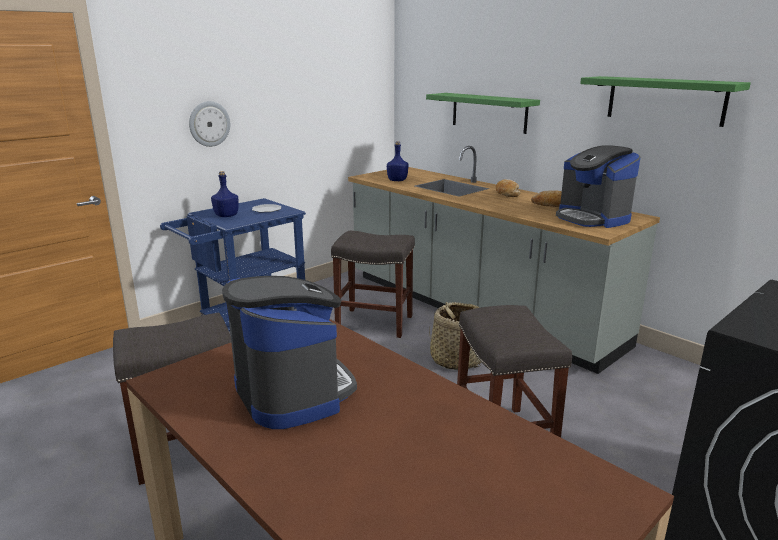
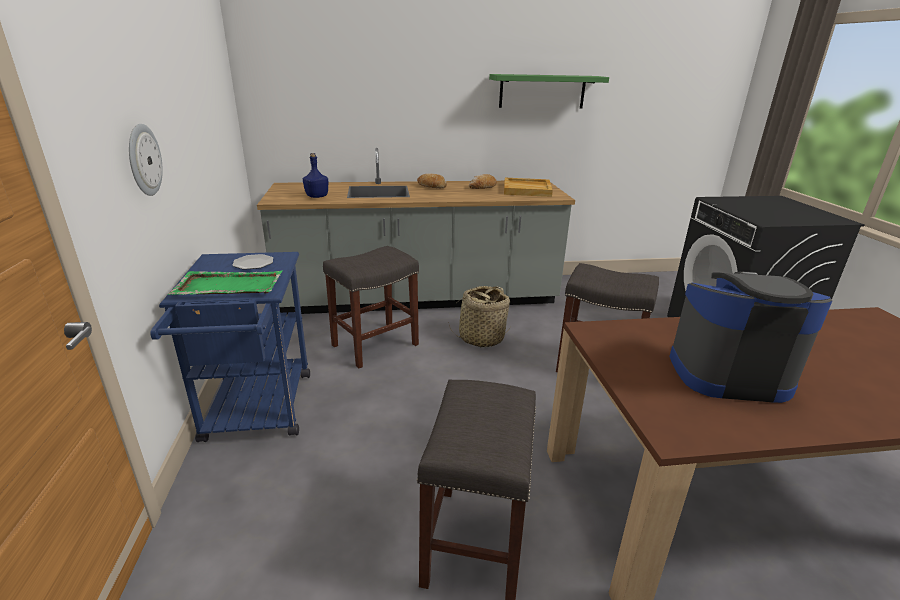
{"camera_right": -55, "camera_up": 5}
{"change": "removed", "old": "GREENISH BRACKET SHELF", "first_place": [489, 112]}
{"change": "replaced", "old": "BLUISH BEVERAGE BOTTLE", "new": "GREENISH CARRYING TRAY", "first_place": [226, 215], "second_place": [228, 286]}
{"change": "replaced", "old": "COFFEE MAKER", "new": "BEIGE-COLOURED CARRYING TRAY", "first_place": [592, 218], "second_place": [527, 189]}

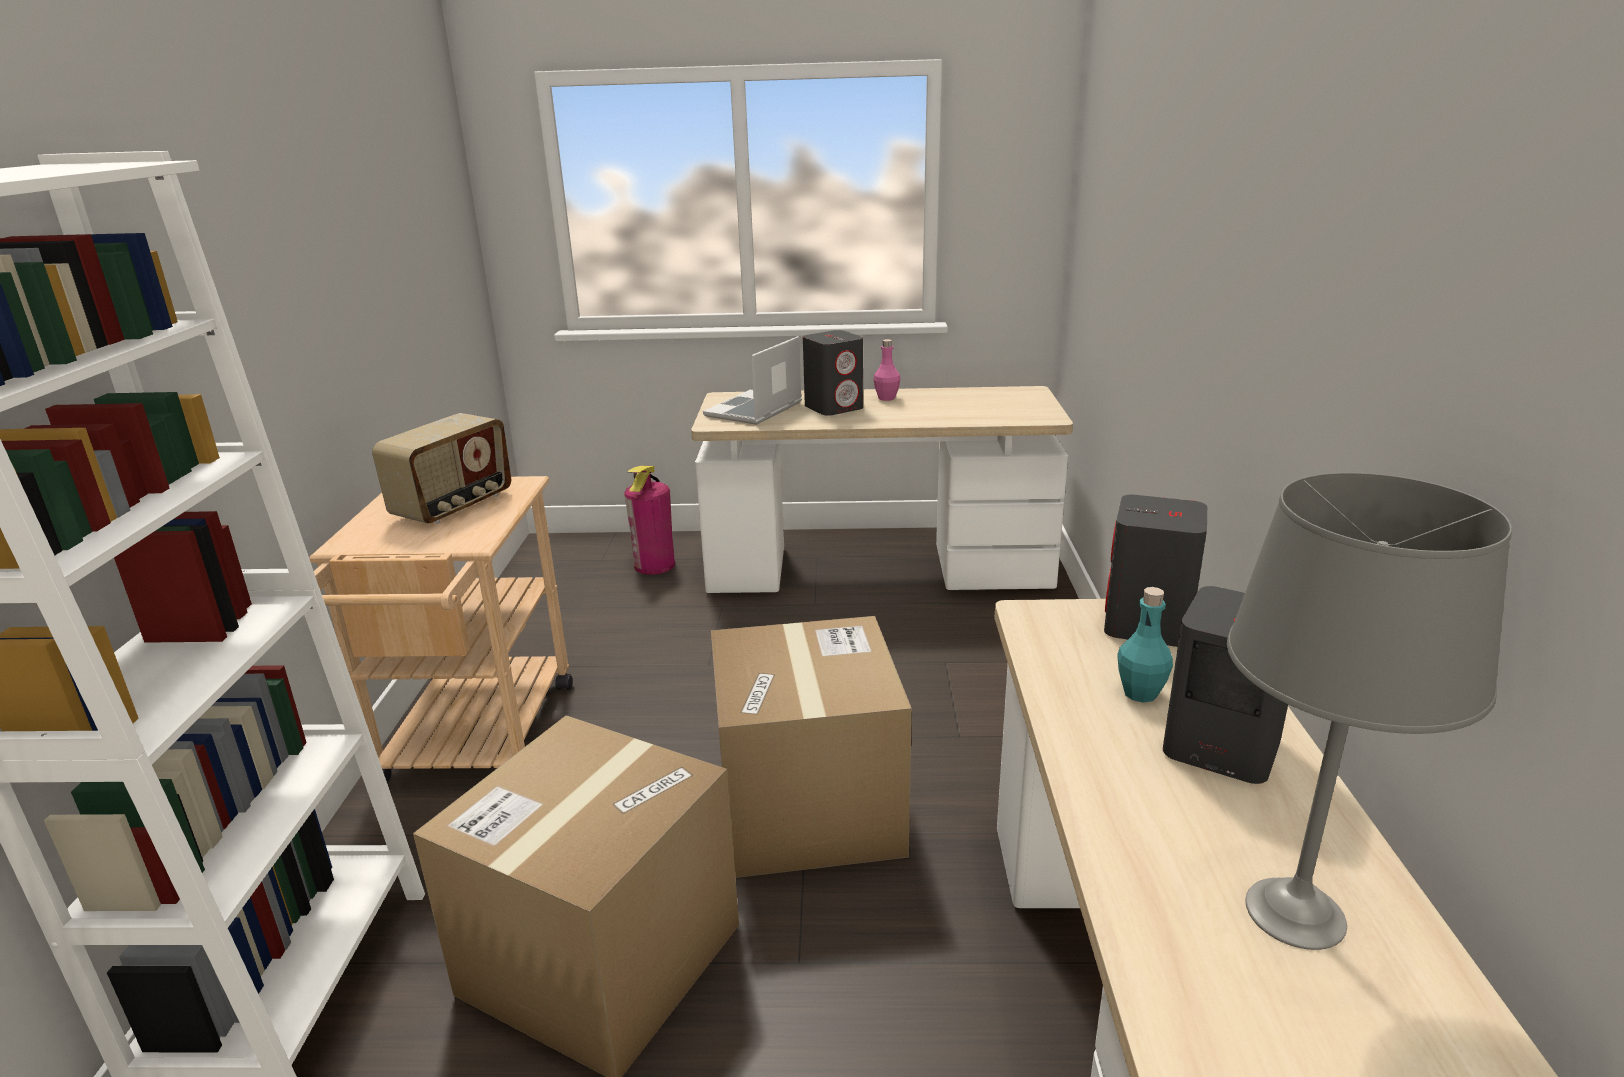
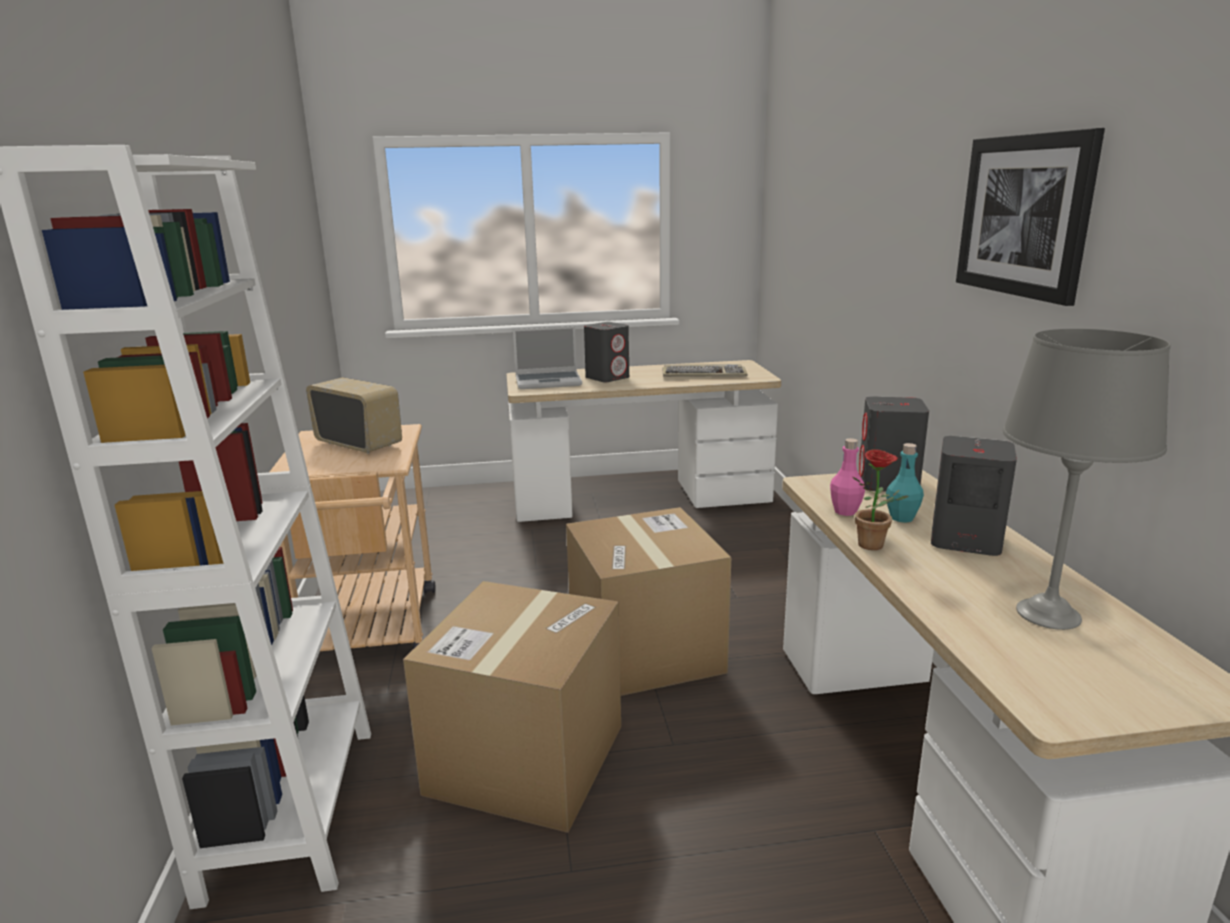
{"camera_right": -10, "camera_up": -5}
{"change": "removed", "old": "FIRE-FIGHTING CYLINDER", "first_place": [655, 565]}
{"change": "added", "new": "KEYBOARD", "second_place": [704, 374]}
{"change": "added", "new": "HOUSEPLANT", "second_place": [875, 546]}
{"change": "added", "new": "WALL PICTURE", "second_place": [1024, 215]}
{"change": "moved", "old": "PINK BEVERAGE BOTTLE", "first_place": [886, 398], "second_place": [845, 511]}
{"change": "turned", "old": "RADIO", "first_place": [454, 506], "second_place": [359, 444], "degrees": -75}
{"change": "turned", "old": "LAPTOP", "first_place": [754, 410], "second_place": [549, 381], "degrees": -120}

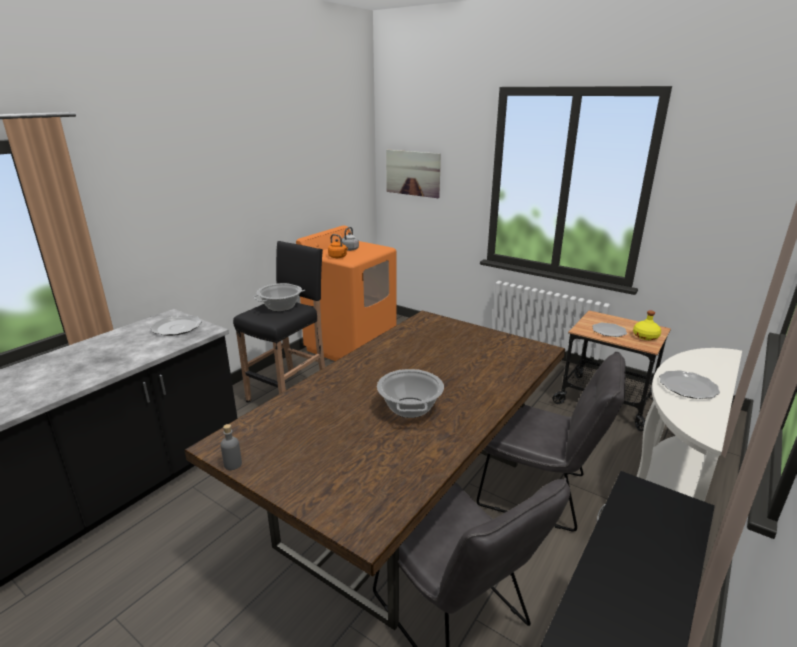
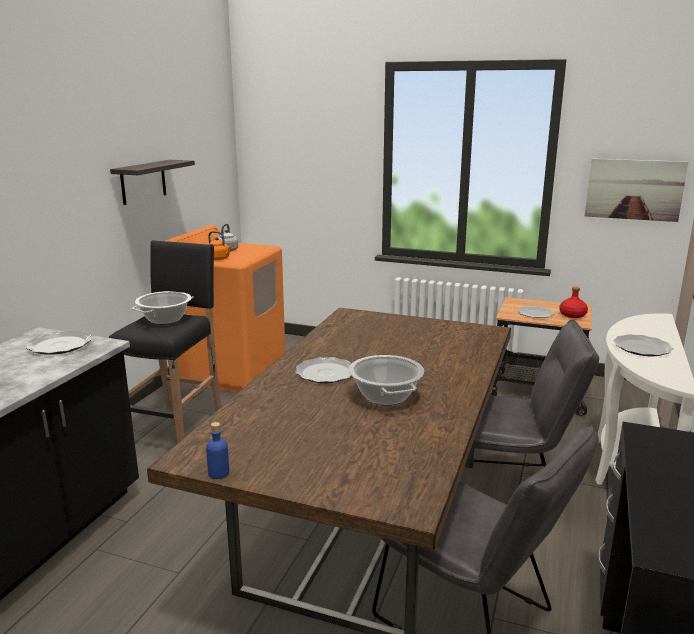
{"camera_right": -15, "camera_up": -5}
{"change": "added", "new": "BRACKET SHELF", "second_place": [143, 182]}
{"change": "added", "new": "FLAT DISH", "second_place": [326, 373]}
{"change": "moved", "old": "WALL PICTURE", "first_place": [413, 173], "second_place": [634, 189]}
{"change": "recoloured", "old": "GREY BEVERAGE BOTTLE", "new": "BLUISH BEVERAGE BOTTLE", "first_place": [233, 464], "second_place": [218, 473]}
{"change": "recoloured", "old": "YELLOWISH BEVERAGE BOTTLE", "new": "REDDISH BEVERAGE BOTTLE", "first_place": [645, 336], "second_place": [572, 315]}

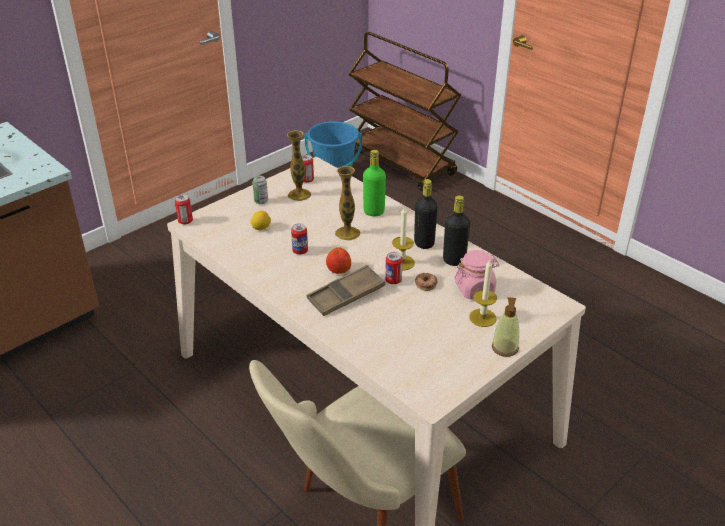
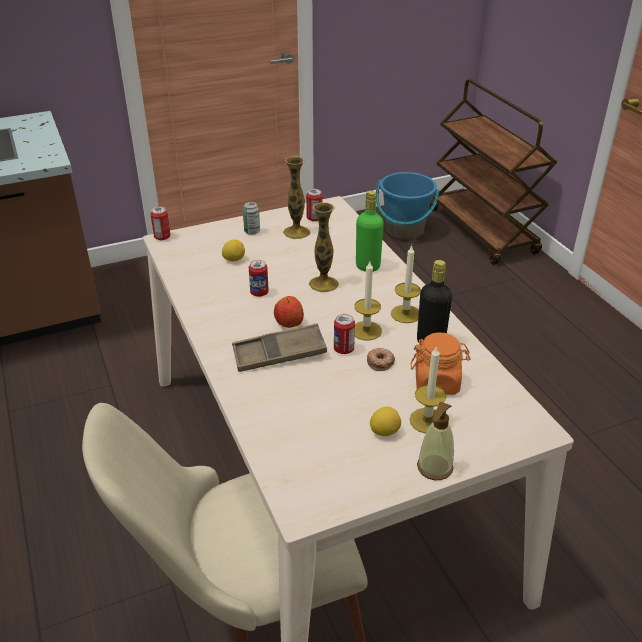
{"camera_right": 20, "camera_up": 0}
{"change": "added", "new": "CITRUS FRUIT", "second_place": [384, 431]}
{"change": "replaced", "old": "BLACK BEVERAGE BOTTLE", "new": "CANDLE", "first_place": [424, 243], "second_place": [405, 314]}
{"change": "recoloured", "old": "PINK JAR", "new": "ORANGEY JAR", "first_place": [475, 289], "second_place": [437, 382]}

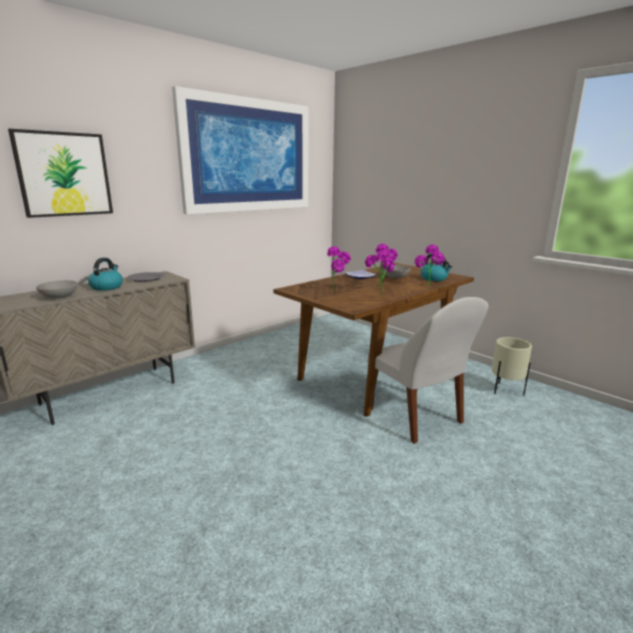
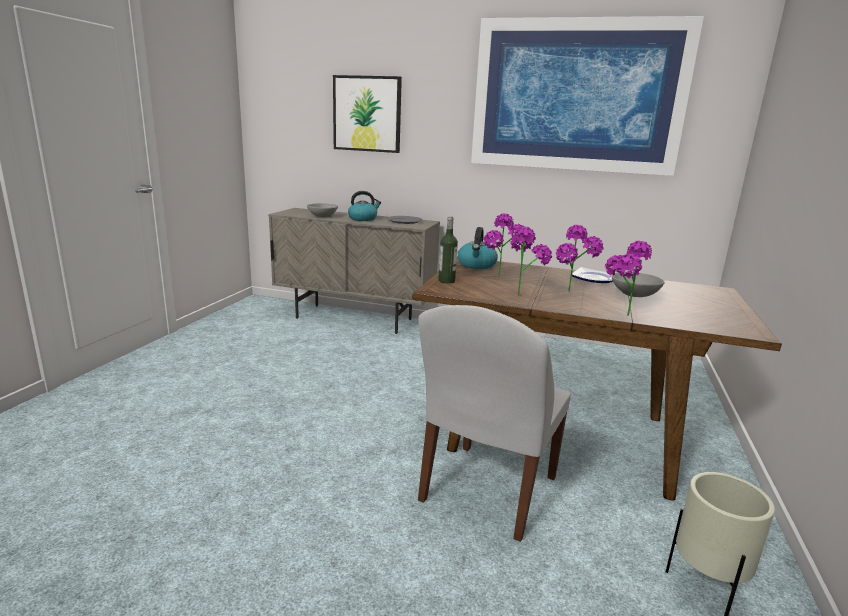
{"camera_right": 60, "camera_up": 0}
{"change": "added", "new": "BEVERAGE BOTTLE", "second_place": [446, 281]}
{"change": "moved", "old": "KETTLE", "first_place": [434, 278], "second_place": [477, 265]}

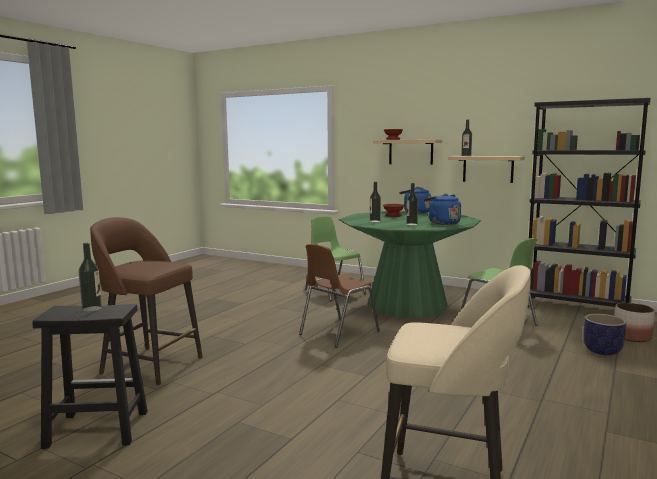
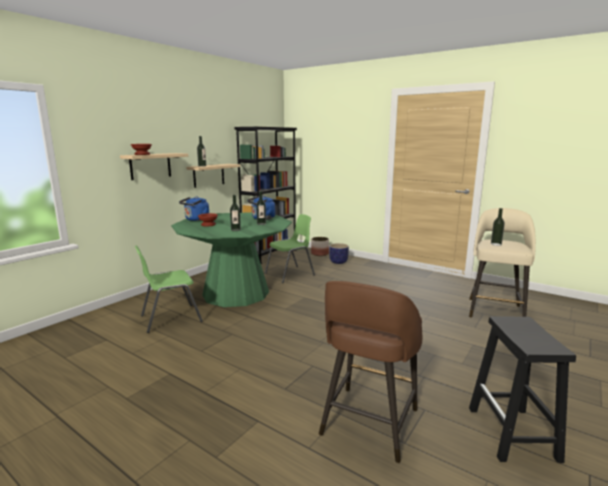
{"camera_right": -85, "camera_up": 5}
{"change": "removed", "old": "BROWNISH PLAIN CHAIR", "first_place": [337, 333]}
{"change": "moved", "old": "BEVERAGE BOTTLE", "first_place": [92, 309], "second_place": [496, 244]}

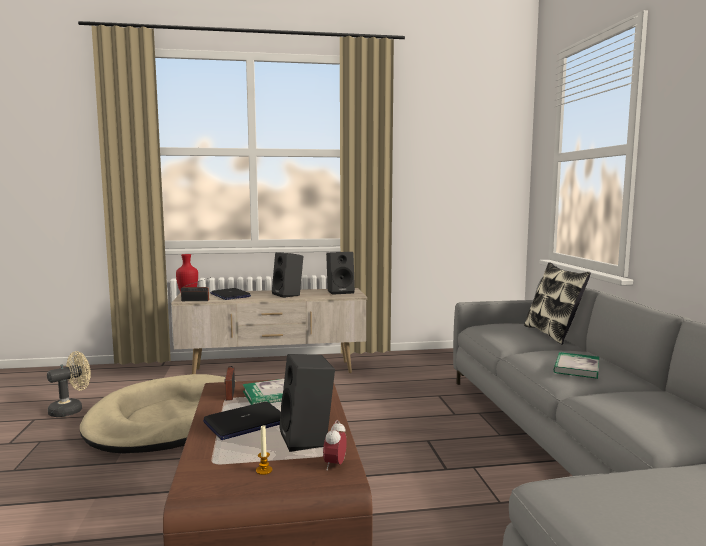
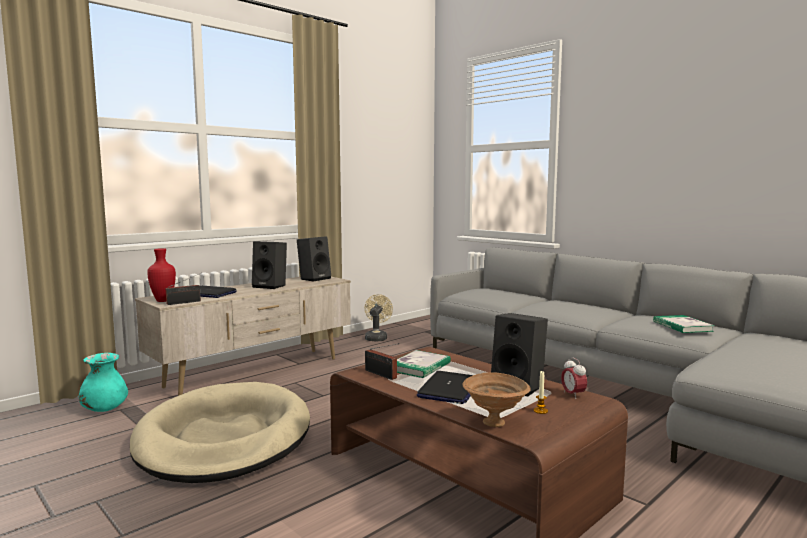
{"camera_right": -35, "camera_up": 0}
{"change": "removed", "old": "PILLOW", "first_place": [552, 334]}
{"change": "added", "new": "BLUE-GREEN FLOWER VASE", "second_place": [104, 409]}
{"change": "added", "new": "BROWNISH SERVING BOWL", "second_place": [495, 423]}
{"change": "moved", "old": "BEIGE-COLOURED COOLING FAN", "first_place": [71, 410], "second_place": [377, 337]}
{"change": "moved", "old": "VOLUME", "first_place": [576, 367], "second_place": [682, 326]}

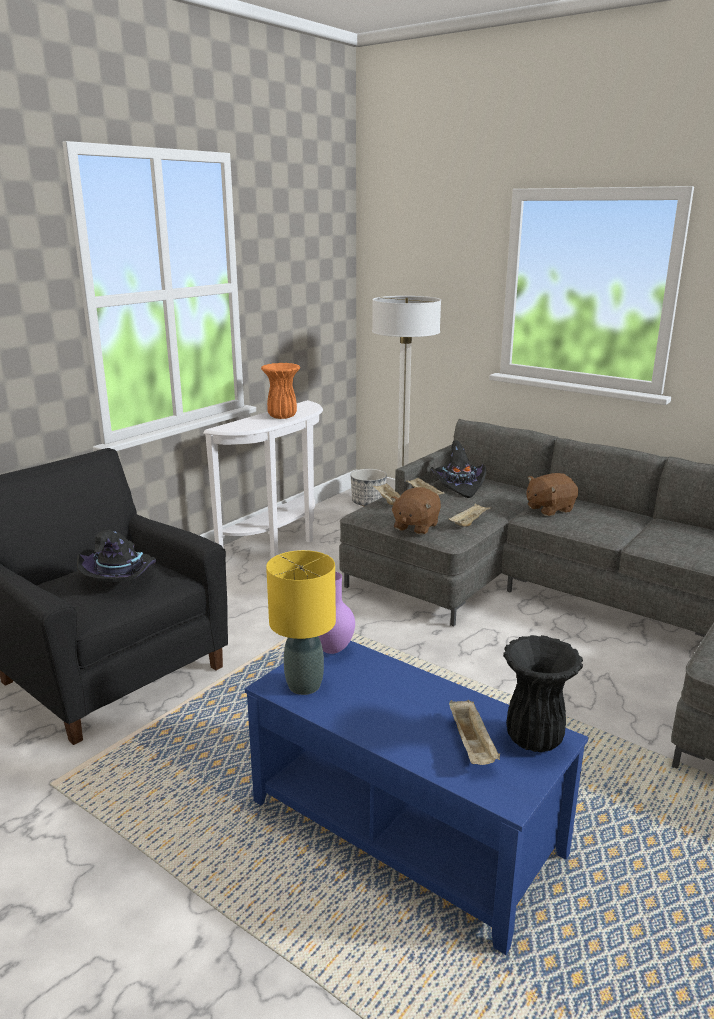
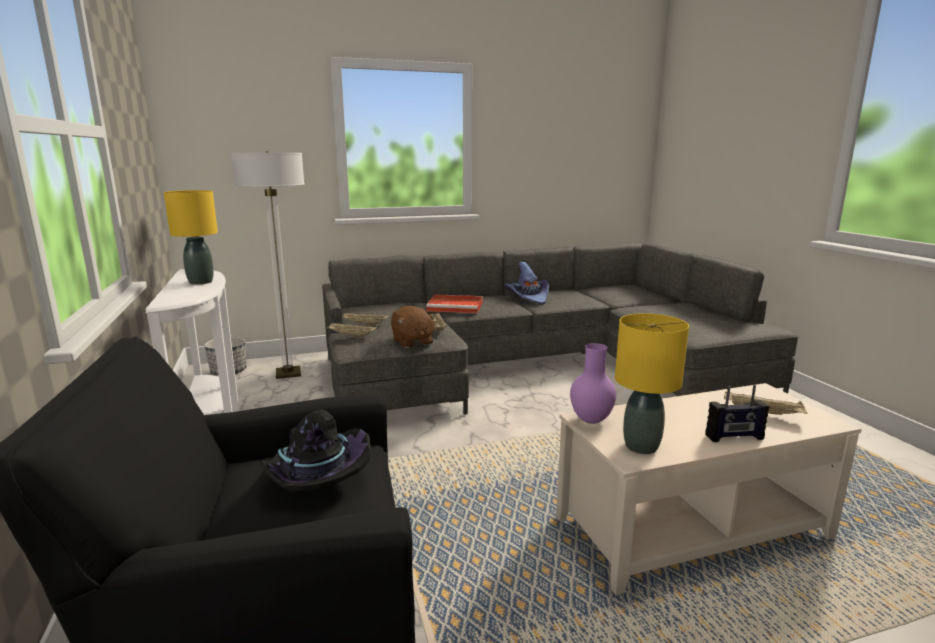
{"camera_right": -55, "camera_up": -5}
{"change": "removed", "old": "BLACK CLOTHING HAT", "first_place": [459, 485]}
{"change": "removed", "old": "BLACK FLOWER VASE", "first_place": [533, 738]}
{"change": "added", "new": "PURPLE CLOTHING HAT", "second_place": [528, 297]}
{"change": "added", "new": "RADIO", "second_place": [734, 437]}
{"change": "replaced", "old": "ORANGEY FLOWER VASE", "new": "YELLOWISH TABLETOP LAMP", "first_place": [283, 416], "second_place": [201, 282]}
{"change": "replaced", "old": "BROWNISH SOFT TOY", "new": "REDDISH CARRYING TRAY", "first_place": [549, 509], "second_place": [456, 306]}
{"change": "recoloured", "old": "BLUISH LOUNGE TABLE", "new": "BEIGE-COLOURED LOUNGE TABLE", "first_place": [405, 828], "second_place": [692, 528]}

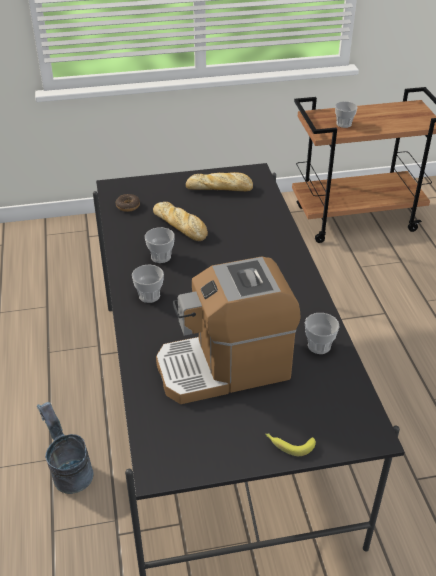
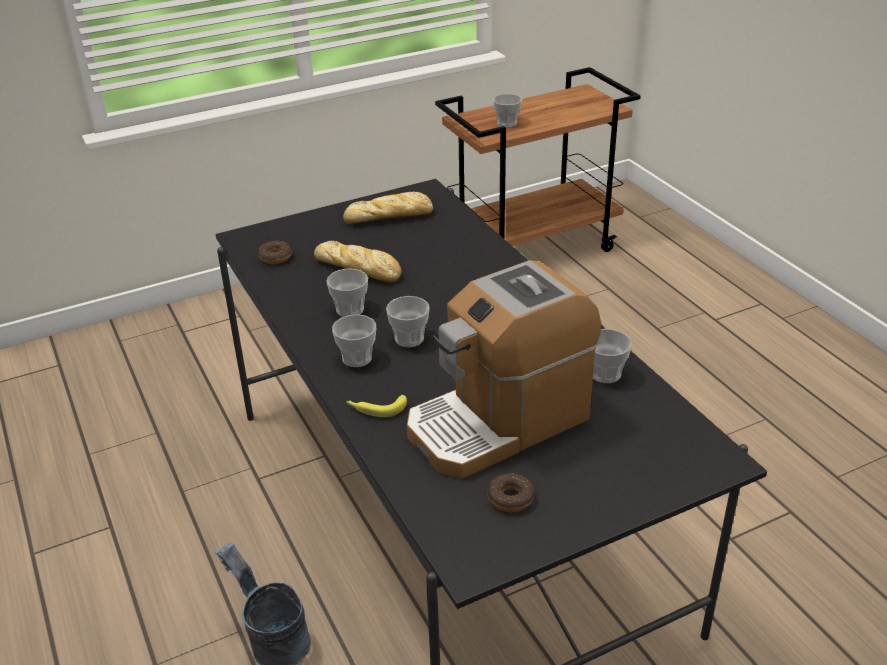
{"camera_right": -15, "camera_up": -5}
{"change": "added", "new": "SMALL CUP", "second_place": [409, 339]}
{"change": "added", "new": "RING DOUGHNUT", "second_place": [510, 498]}
{"change": "moved", "old": "WHOLE BANANA", "first_place": [289, 444], "second_place": [376, 408]}

